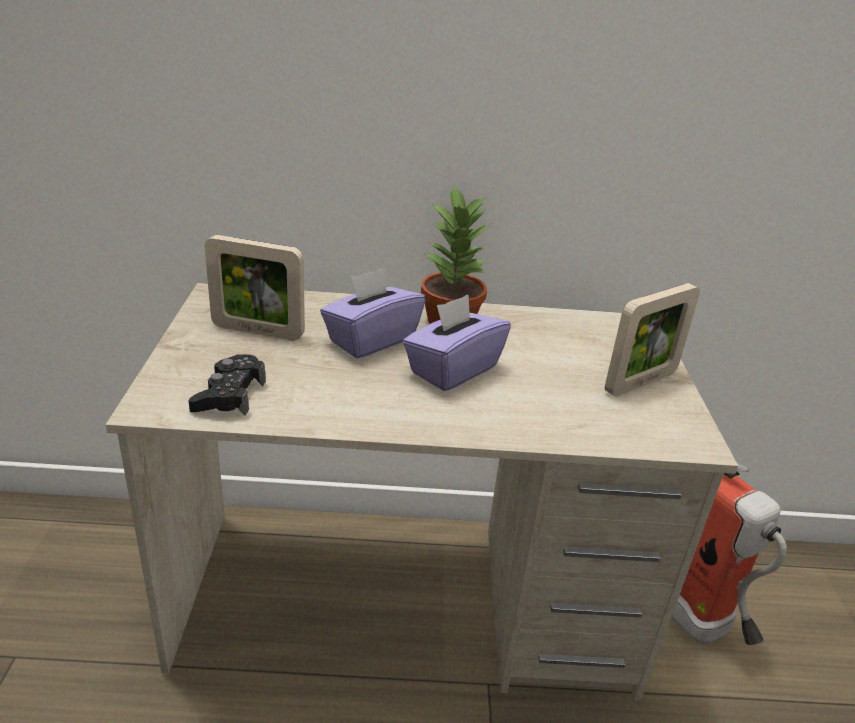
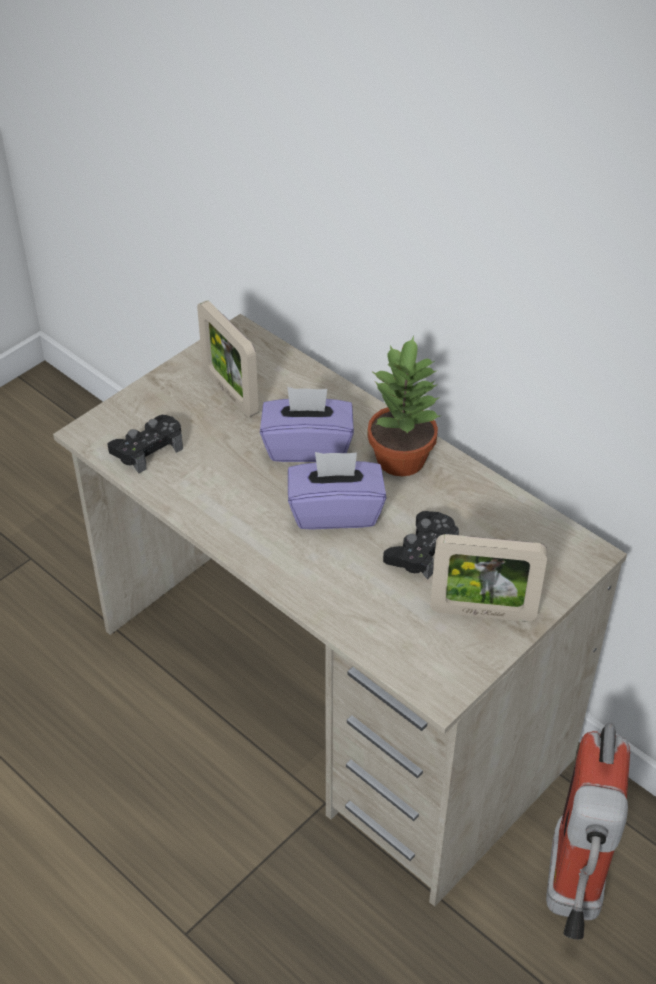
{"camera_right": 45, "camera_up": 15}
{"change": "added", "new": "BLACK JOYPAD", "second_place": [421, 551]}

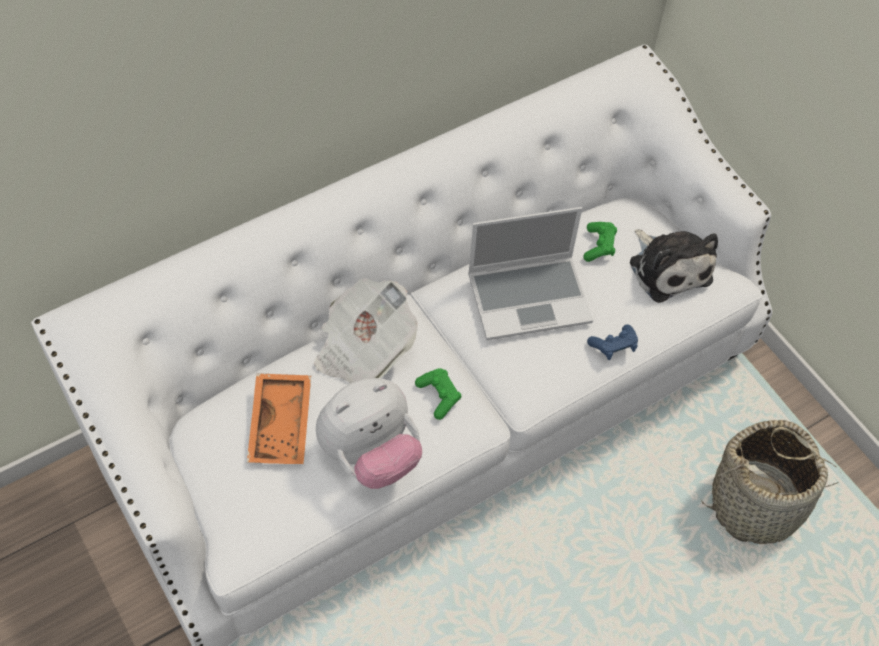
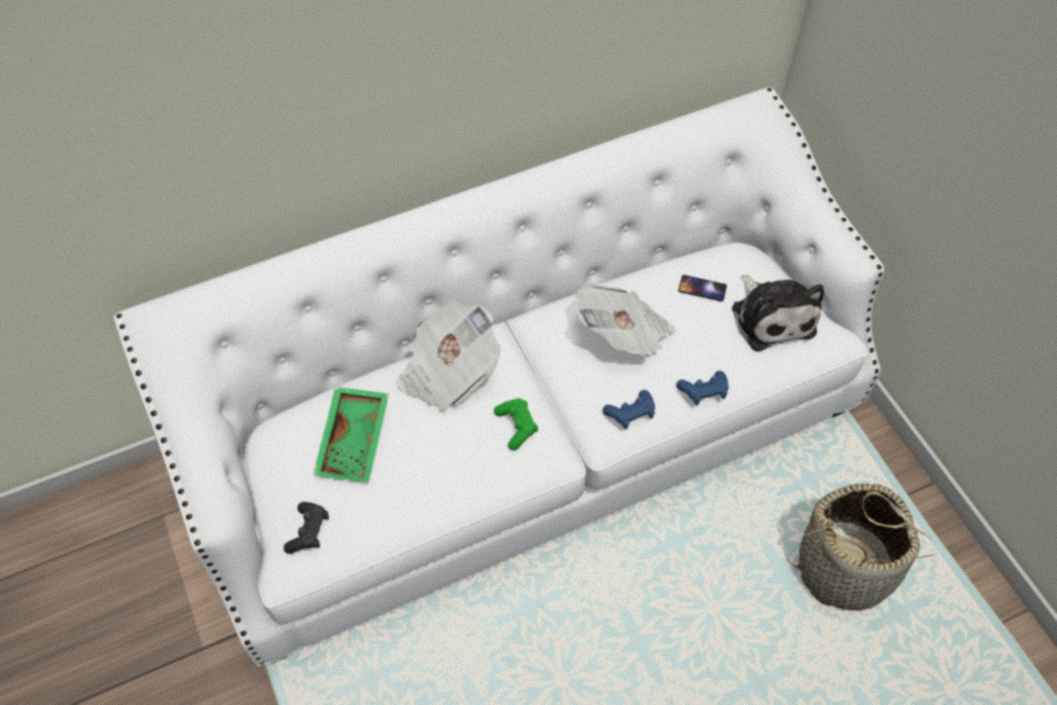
{"camera_right": 10, "camera_up": 0}
{"change": "removed", "old": "SOFT TOY", "first_place": [370, 455]}
{"change": "added", "new": "BLACK JOYPAD", "second_place": [309, 532]}
{"change": "added", "new": "BLUISH JOYPAD", "second_place": [631, 414]}
{"change": "replaced", "old": "LAPTOP", "new": "DAILY PAPER", "first_place": [530, 297], "second_place": [624, 334]}
{"change": "replaced", "old": "GREENISH JOYPAD", "new": "HANDSET", "first_place": [599, 246], "second_place": [702, 288]}
{"change": "recoloured", "old": "ORANGEY CARRYING TRAY", "new": "GREENISH CARRYING TRAY", "first_place": [282, 425], "second_place": [355, 441]}

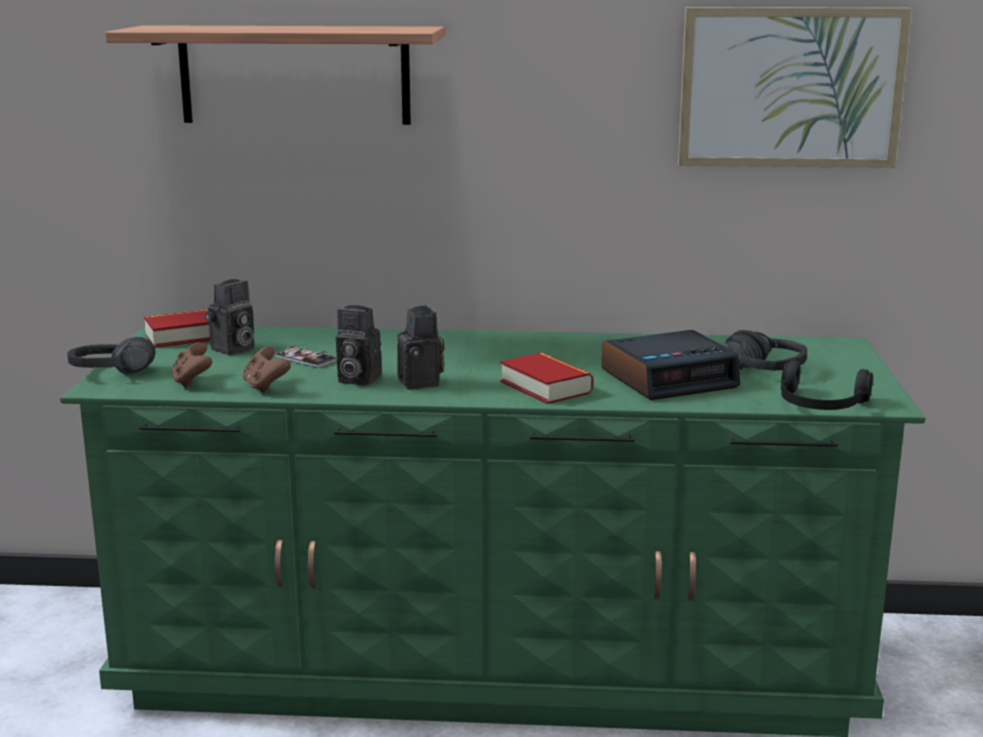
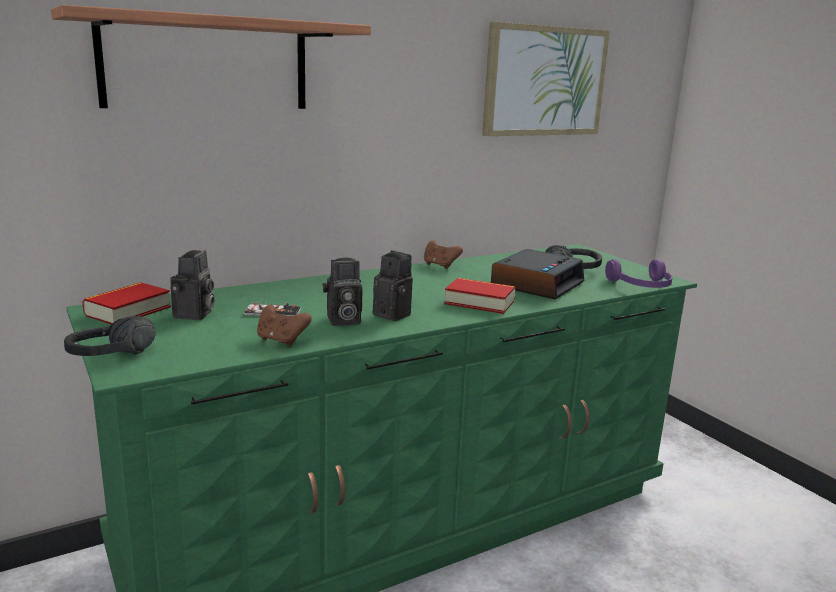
{"camera_right": -35, "camera_up": 0}
{"change": "moved", "old": "BROWNISH JOYPAD", "first_place": [192, 382], "second_place": [440, 266]}
{"change": "recoloured", "old": "BLACK HEADPHONES", "new": "PURPLE HEADPHONES", "first_place": [820, 405], "second_place": [642, 286]}

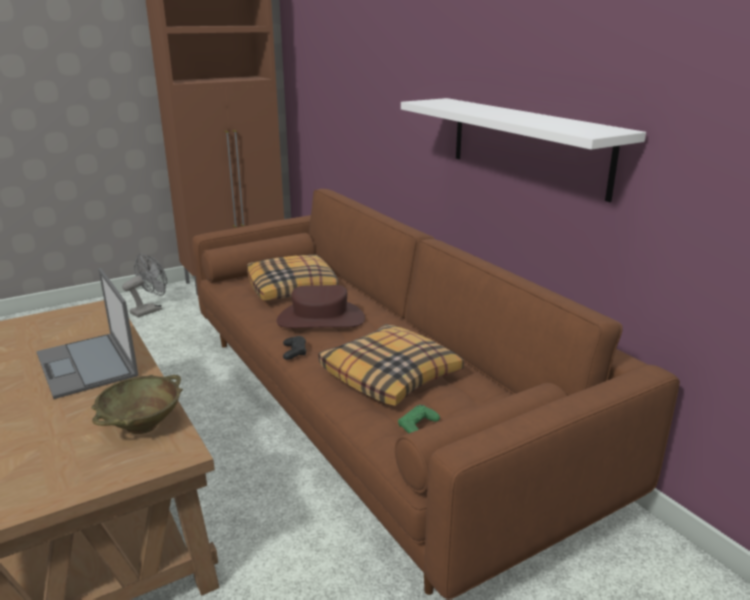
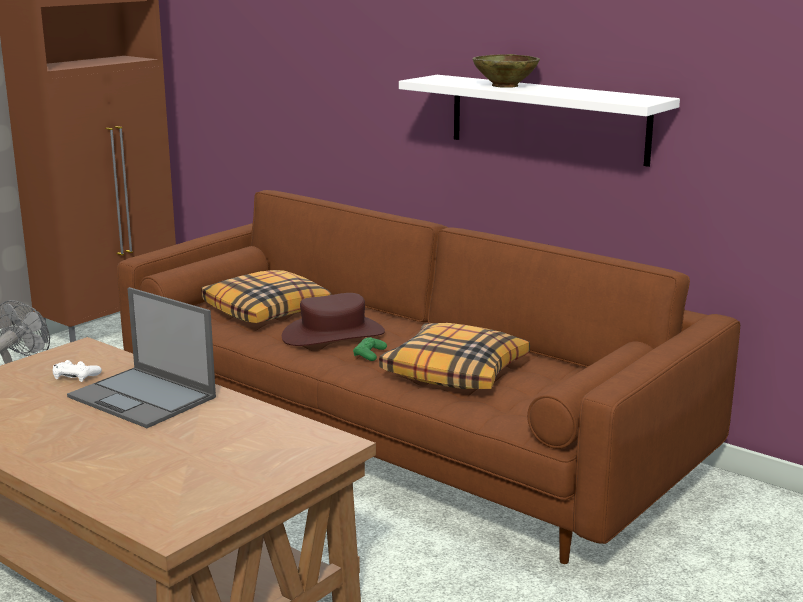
{"camera_right": -20, "camera_up": -5}
{"change": "removed", "old": "BLACK JOYPAD", "first_place": [294, 352]}
{"change": "added", "new": "WHITISH JOYPAD", "second_place": [76, 376]}
{"change": "moved", "old": "BEIGE-COLOURED SERVING BOWL", "first_place": [142, 424], "second_place": [505, 85]}
{"change": "moved", "old": "GREENISH JOYPAD", "first_place": [417, 425], "second_place": [369, 354]}

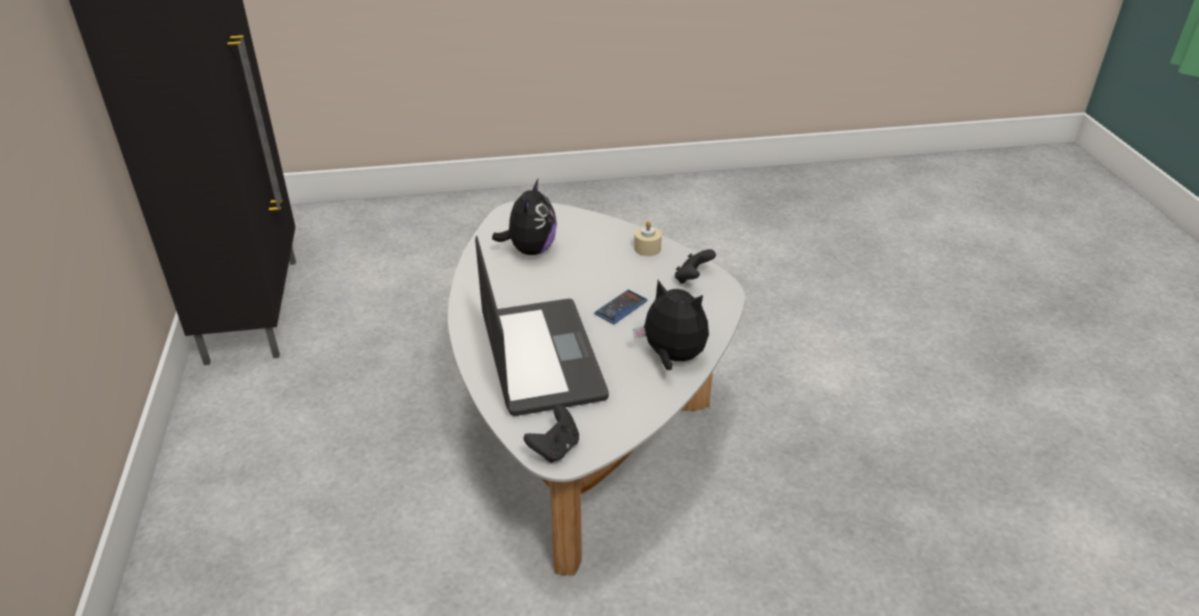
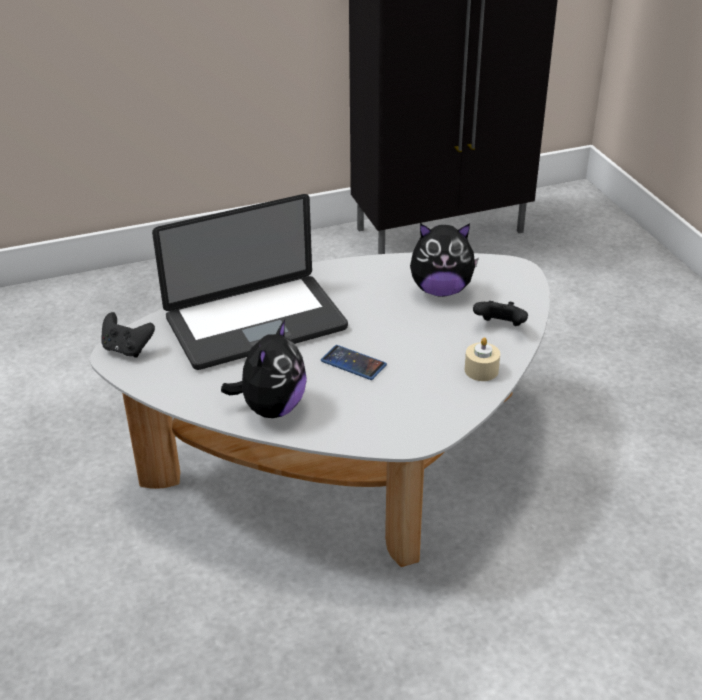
{"camera_right": 80, "camera_up": 0}
{"change": "moved", "old": "BLACK JOYPAD", "first_place": [692, 278], "second_place": [500, 327]}

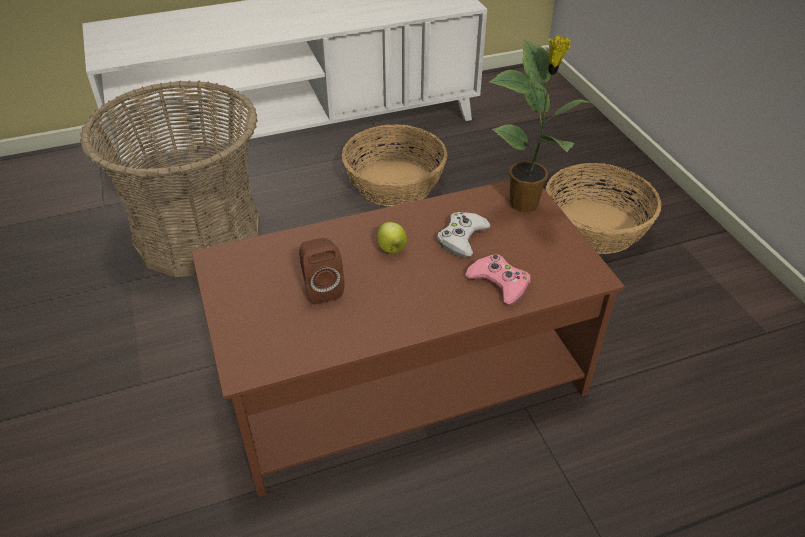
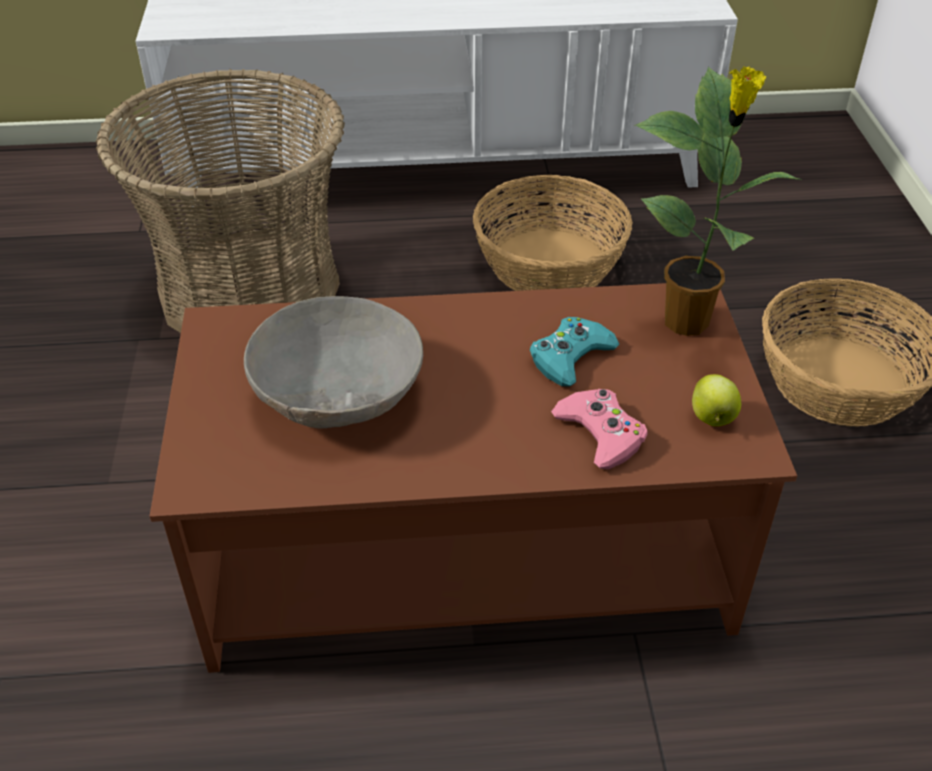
{"camera_right": 15, "camera_up": 0}
{"change": "moved", "old": "WHOLE APPLE", "first_place": [391, 249], "second_place": [712, 418]}
{"change": "replaced", "old": "BROWNISH SPEAKER", "new": "GREY SERVING BOWL", "first_place": [321, 288], "second_place": [339, 393]}
{"change": "recoloured", "old": "WHITISH JOYPAD", "new": "BLUE-GREEN JOYPAD", "first_place": [462, 238], "second_place": [570, 357]}

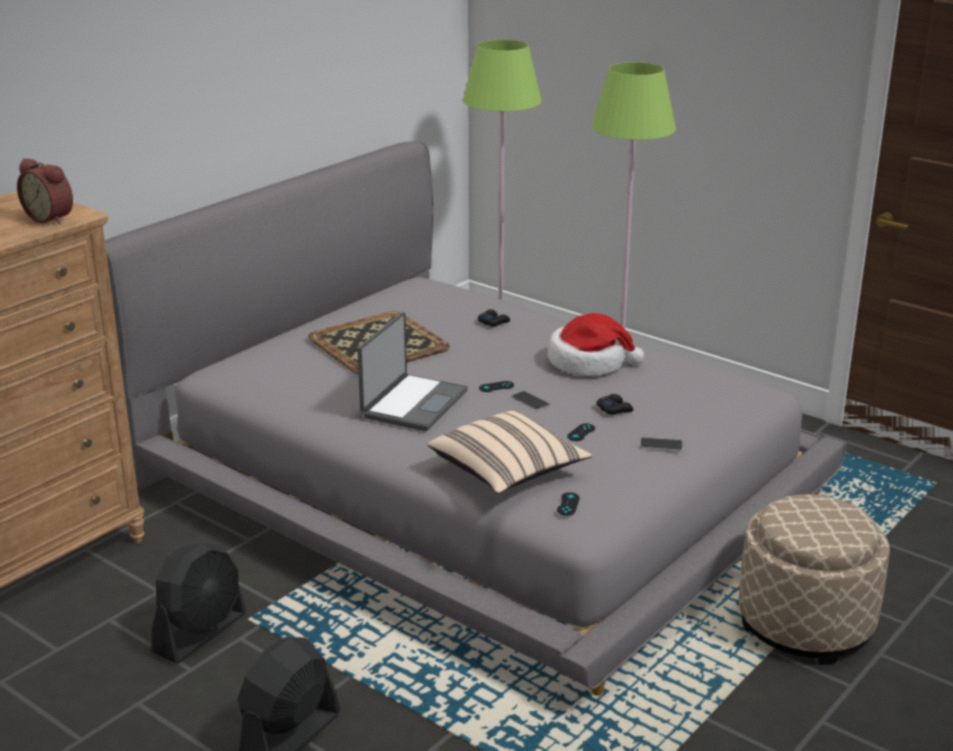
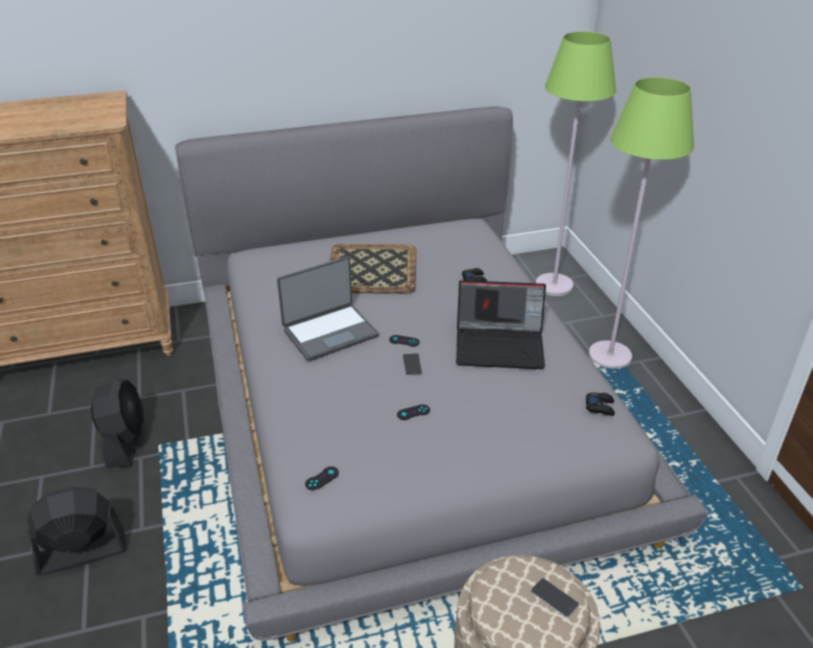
{"camera_right": 35, "camera_up": 10}
{"change": "removed", "old": "BEDSIDE CLOCK", "first_place": [51, 218]}
{"change": "removed", "old": "BEIGE-COLOURED PILLOW", "first_place": [508, 472]}
{"change": "moved", "old": "BLACK JOYPAD", "first_place": [614, 409], "second_place": [600, 407]}
{"change": "moved", "old": "HANDSET", "first_place": [661, 444], "second_place": [554, 597]}
{"change": "replaced", "old": "CLOTHING HAT", "new": "LAPTOP", "first_place": [589, 362], "second_place": [500, 346]}
{"change": "turned", "old": "BLACK COOLING FAN", "first_place": [200, 633], "second_place": [125, 441], "degrees": -75}

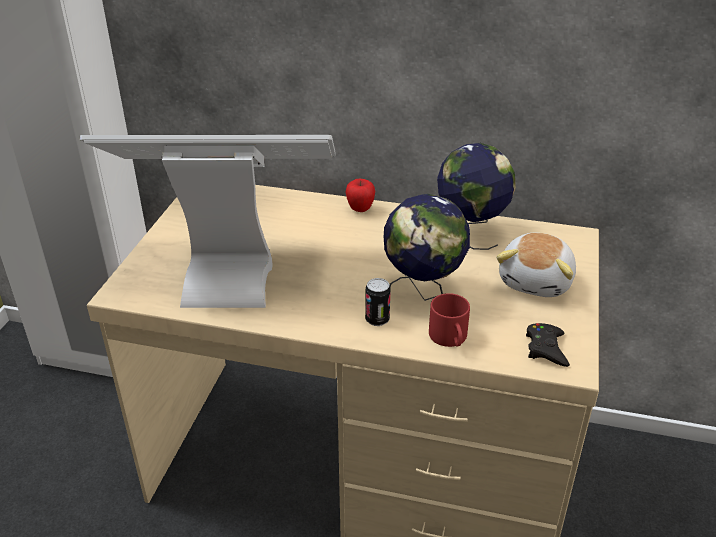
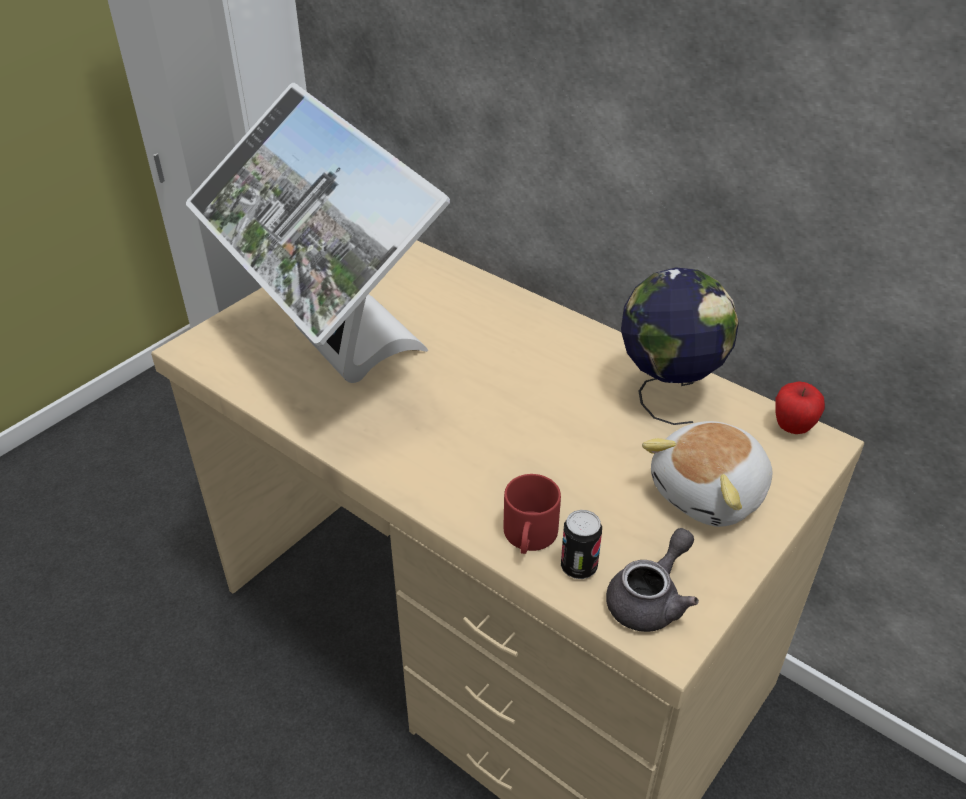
{"camera_right": 25, "camera_up": 5}
{"change": "removed", "old": "WORLD GLOBE", "first_place": [423, 291]}
{"change": "moved", "old": "WHOLE APPLE", "first_place": [360, 209], "second_place": [792, 427]}
{"change": "moved", "old": "CAN", "first_place": [377, 319], "second_place": [578, 567]}
{"change": "replaced", "old": "BLACK JOYPAD", "new": "GREY TEA POT", "first_place": [546, 348], "second_place": [650, 599]}
{"change": "turned", "old": "COMPUTER DISPLAY", "first_place": [231, 268], "second_place": [332, 354], "degrees": -150}

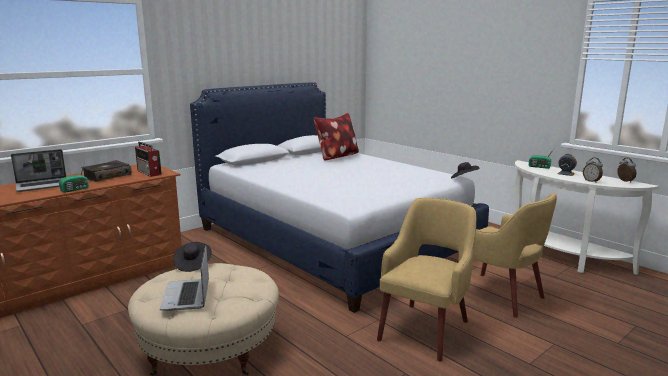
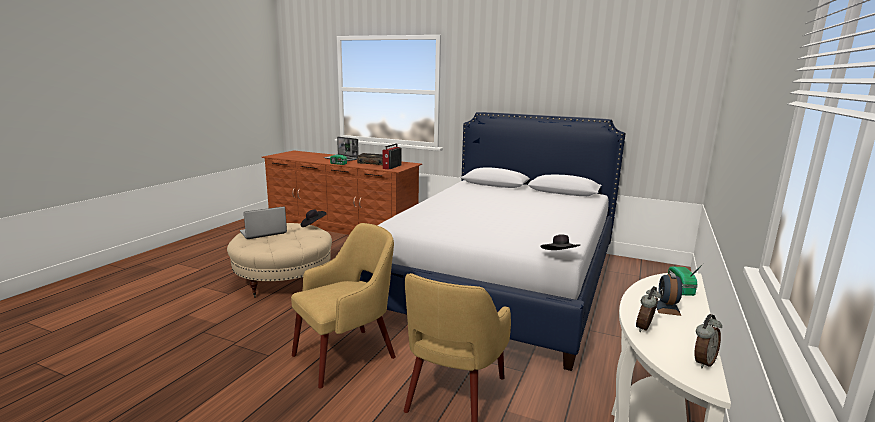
{"camera_right": 65, "camera_up": 0}
{"change": "removed", "old": "PILLOW", "first_place": [336, 157]}
{"change": "turned", "old": "YELLOWISH LOUNGE CHAIR", "first_place": [425, 329], "second_place": [347, 355], "degrees": -45}

